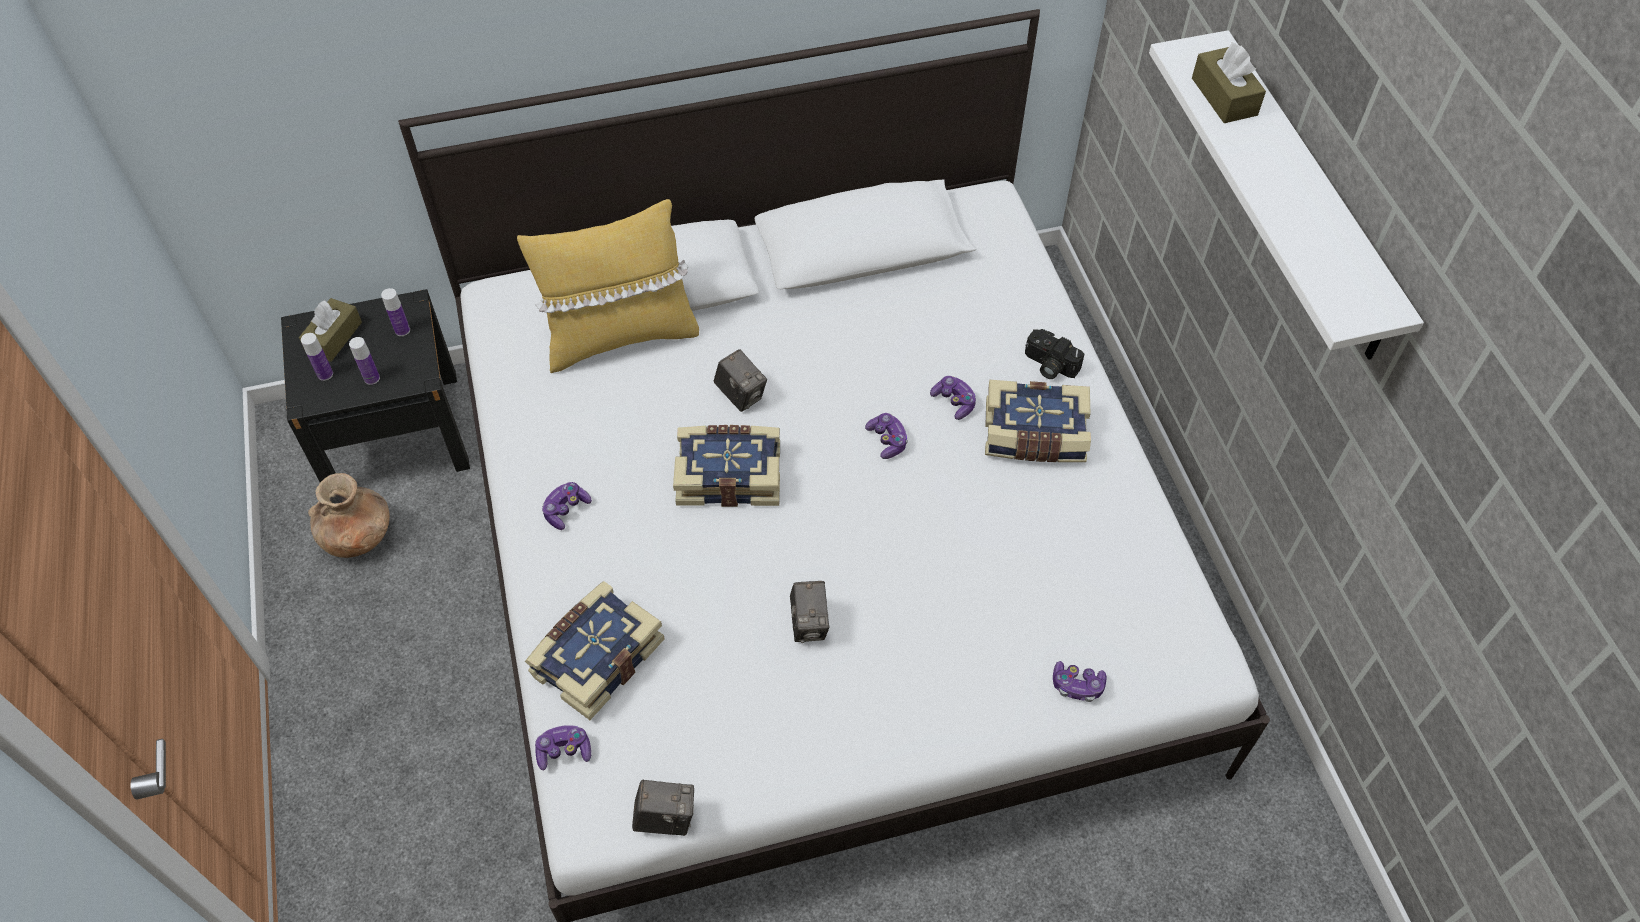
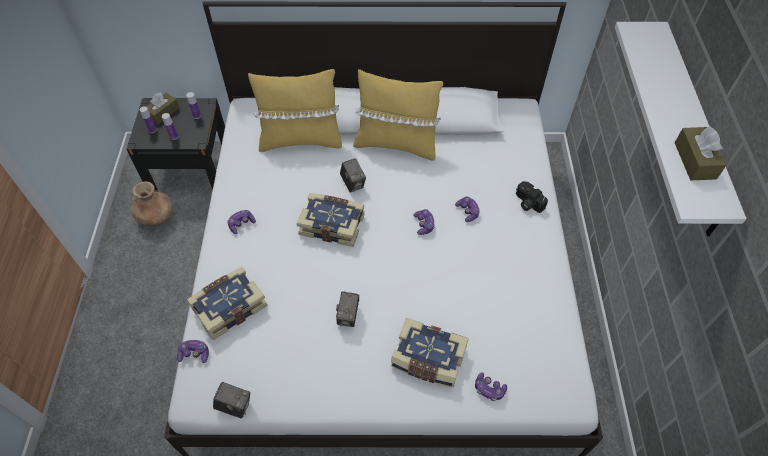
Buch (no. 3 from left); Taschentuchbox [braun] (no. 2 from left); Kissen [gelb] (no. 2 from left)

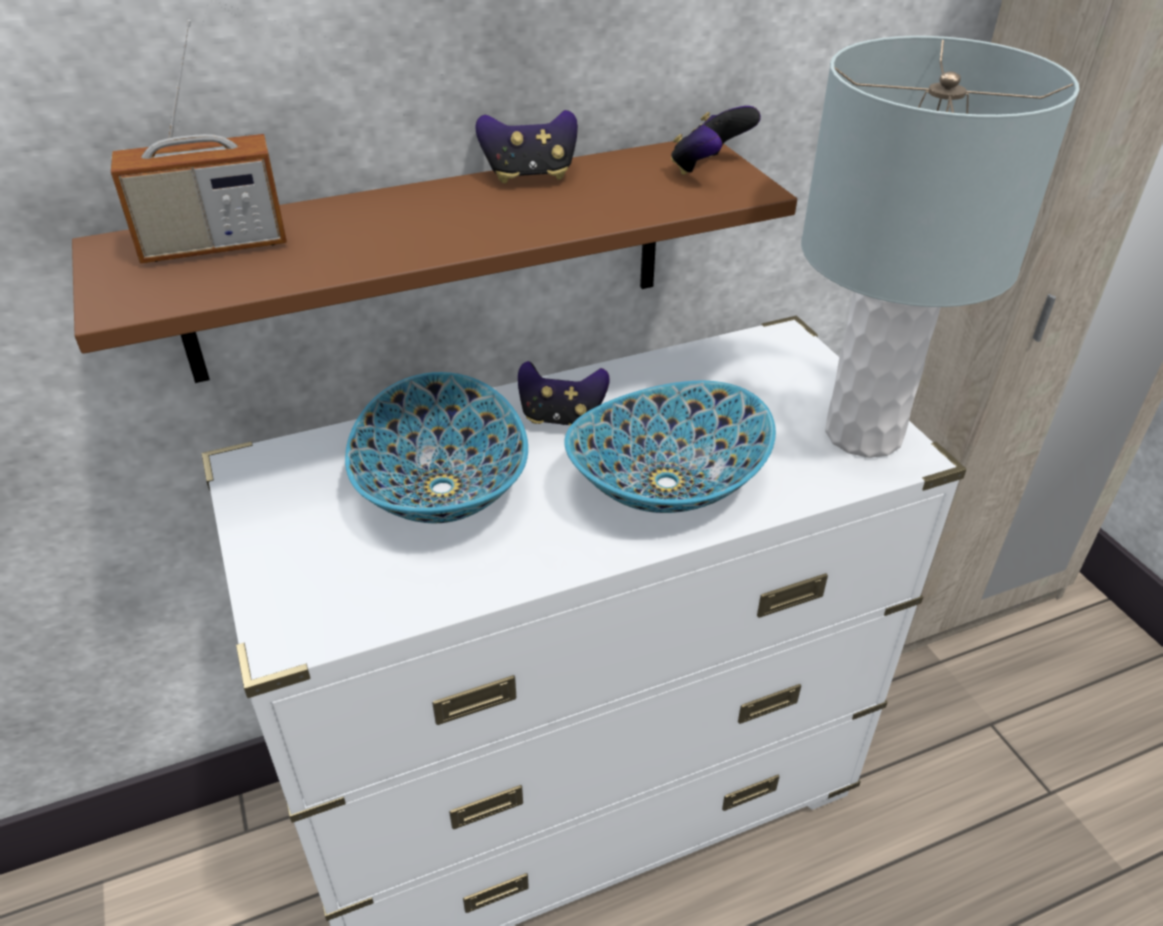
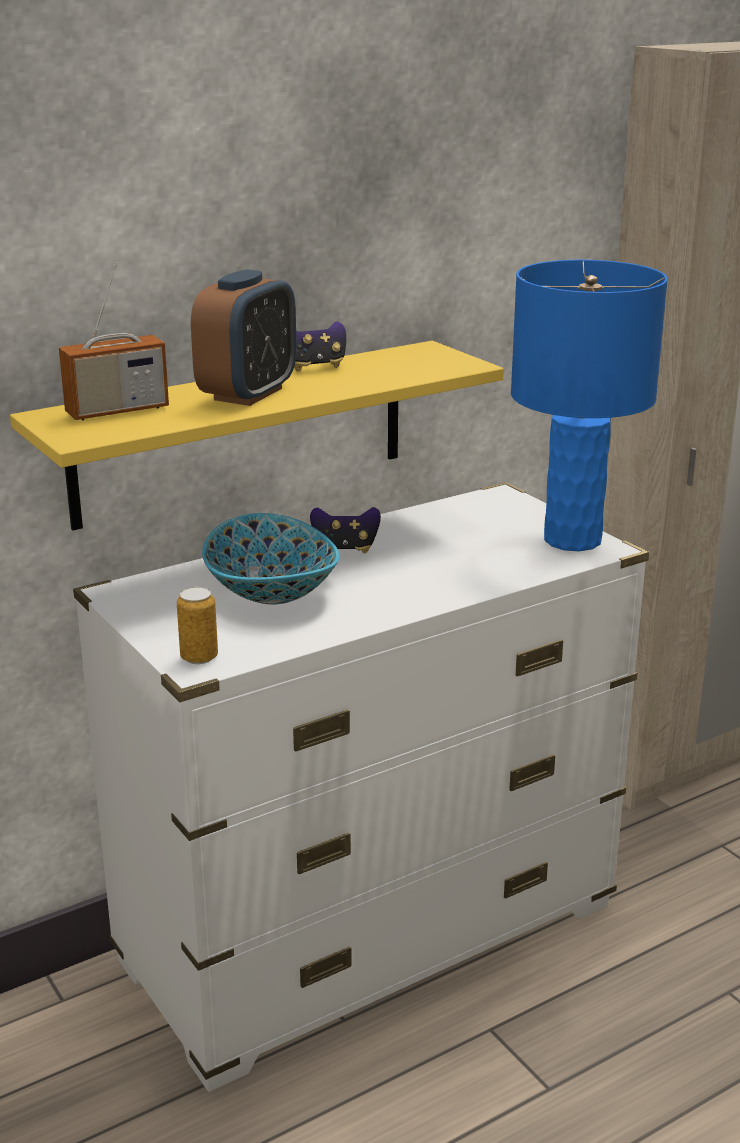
Wandregal [gelb]; Schüssel (no. 2 from left in the first image); Gamepad (no. 3 from left in the first image); Tischlampe [blau]; Dose; Wecker

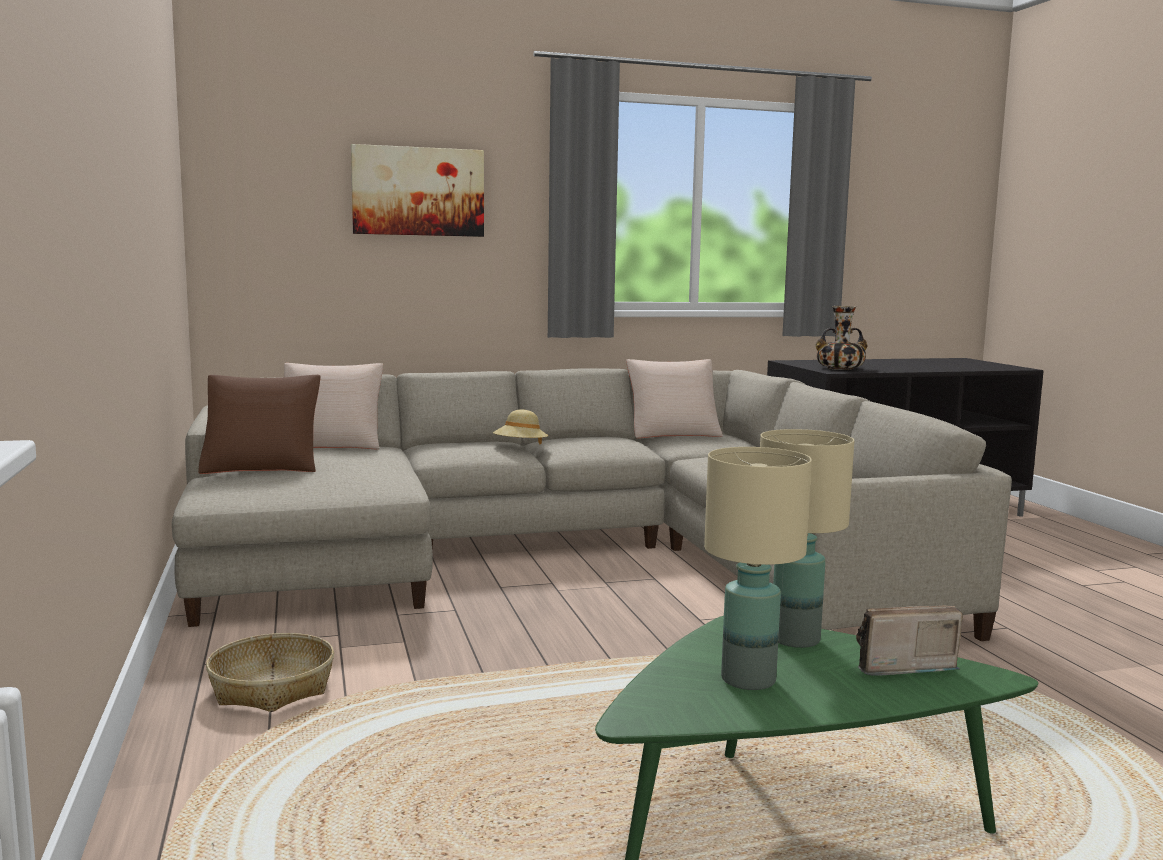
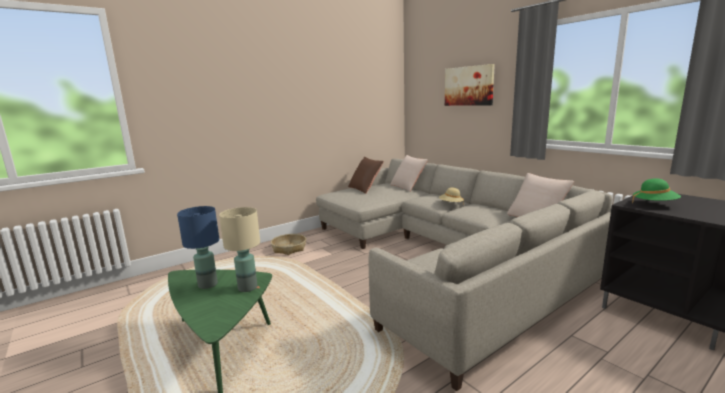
Tischlampe [blau]; Hut [grün]; Radio

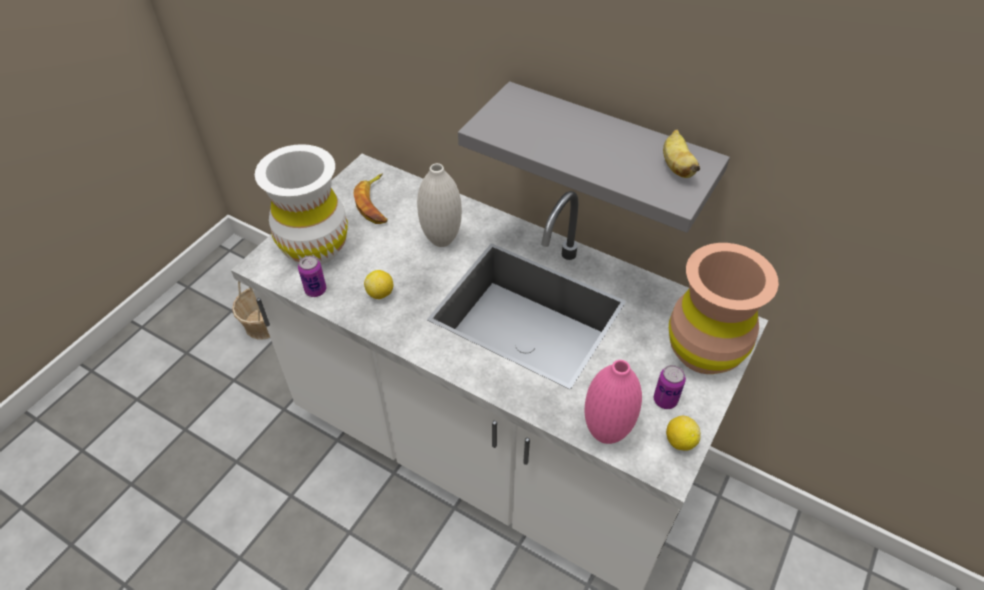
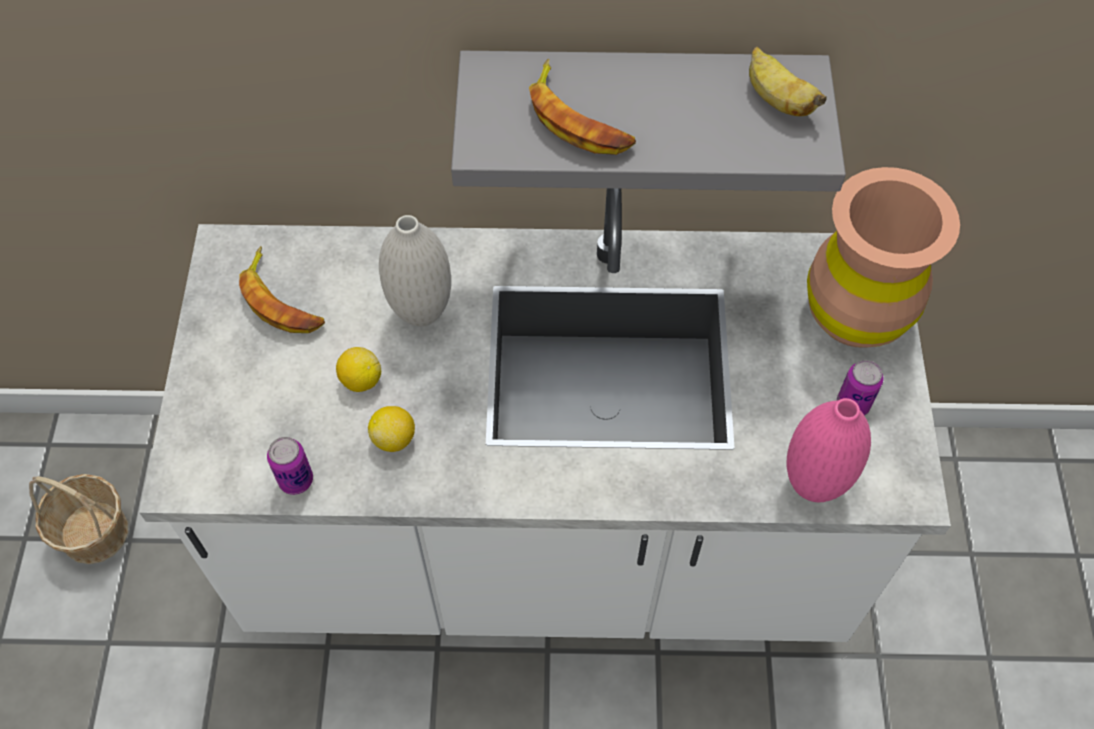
Vase [weiß] (no. 1 from left in the first image); Zitrone (no. 1 from left); Banane (no. 2 from left)

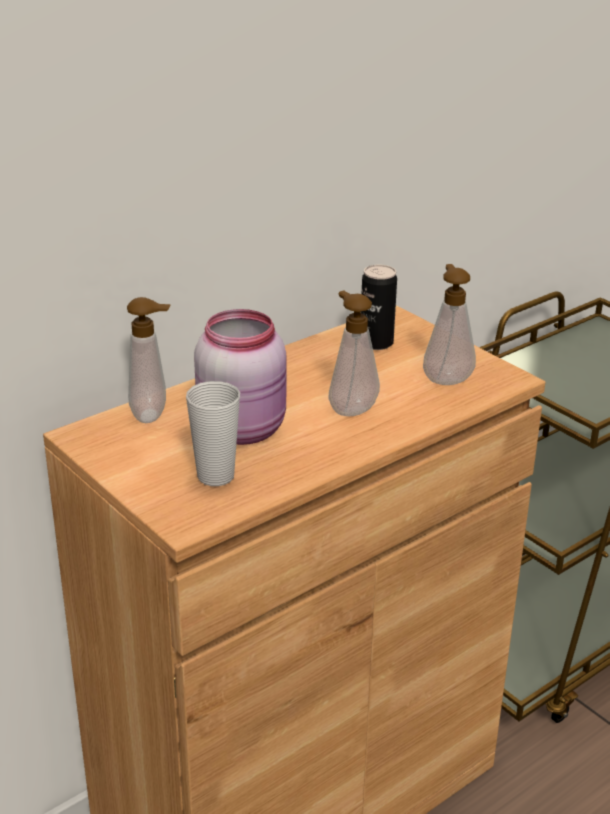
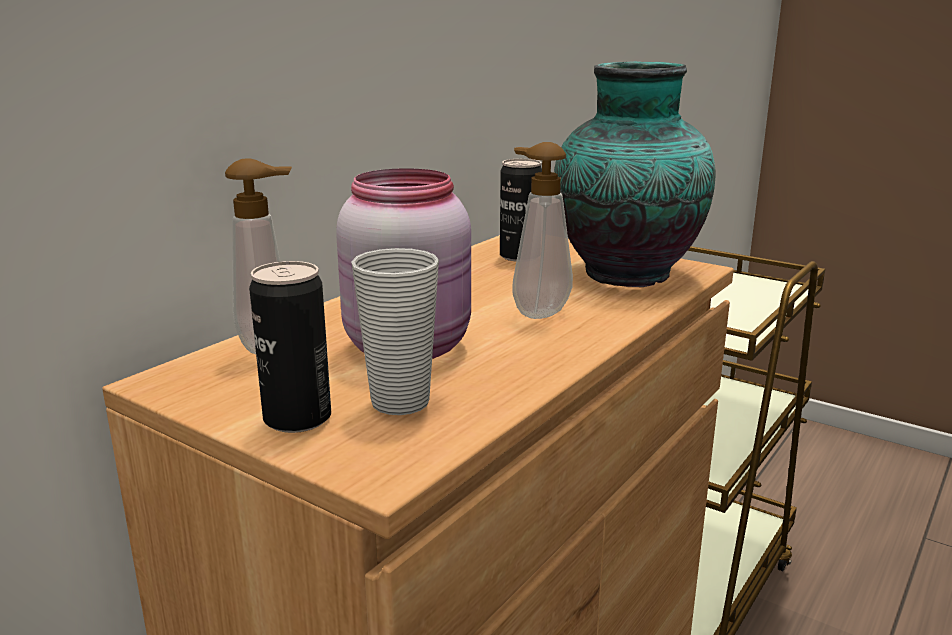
Vase; Dose (no. 1 from left)

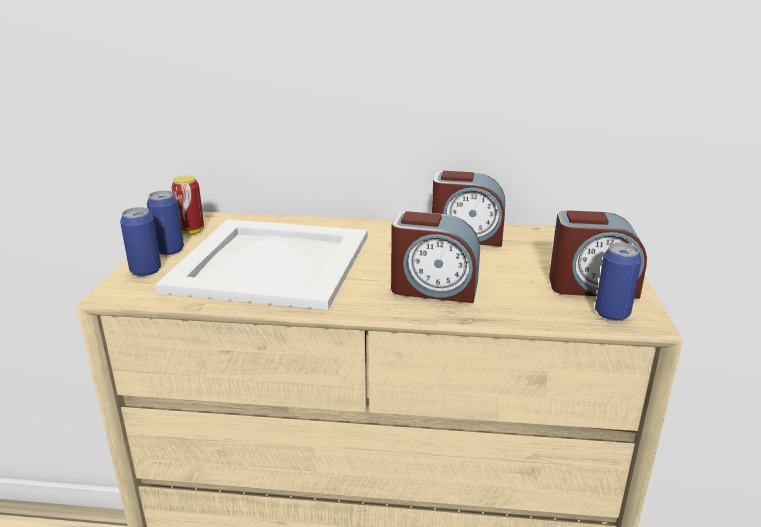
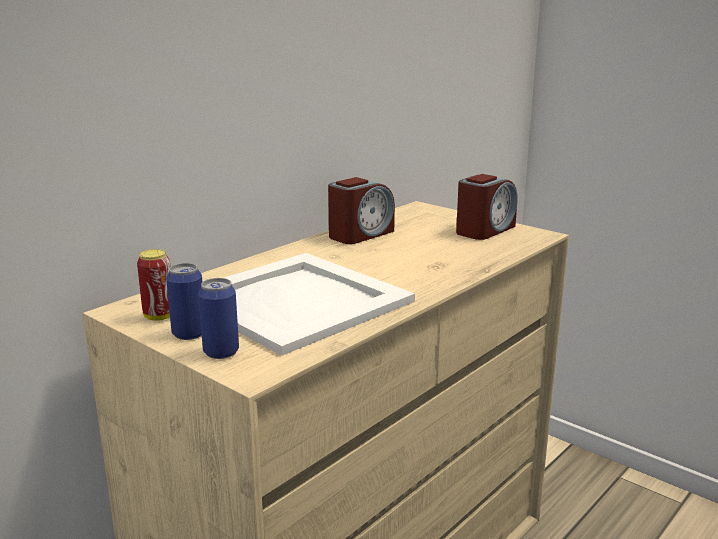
Wecker (no. 1 from left in the first image); Dose (no. 4 from left in the first image)

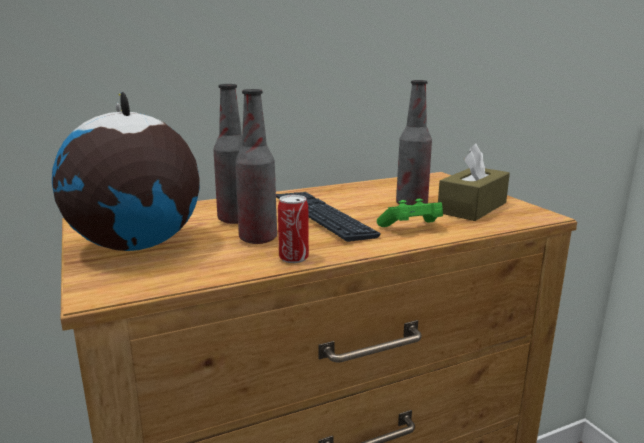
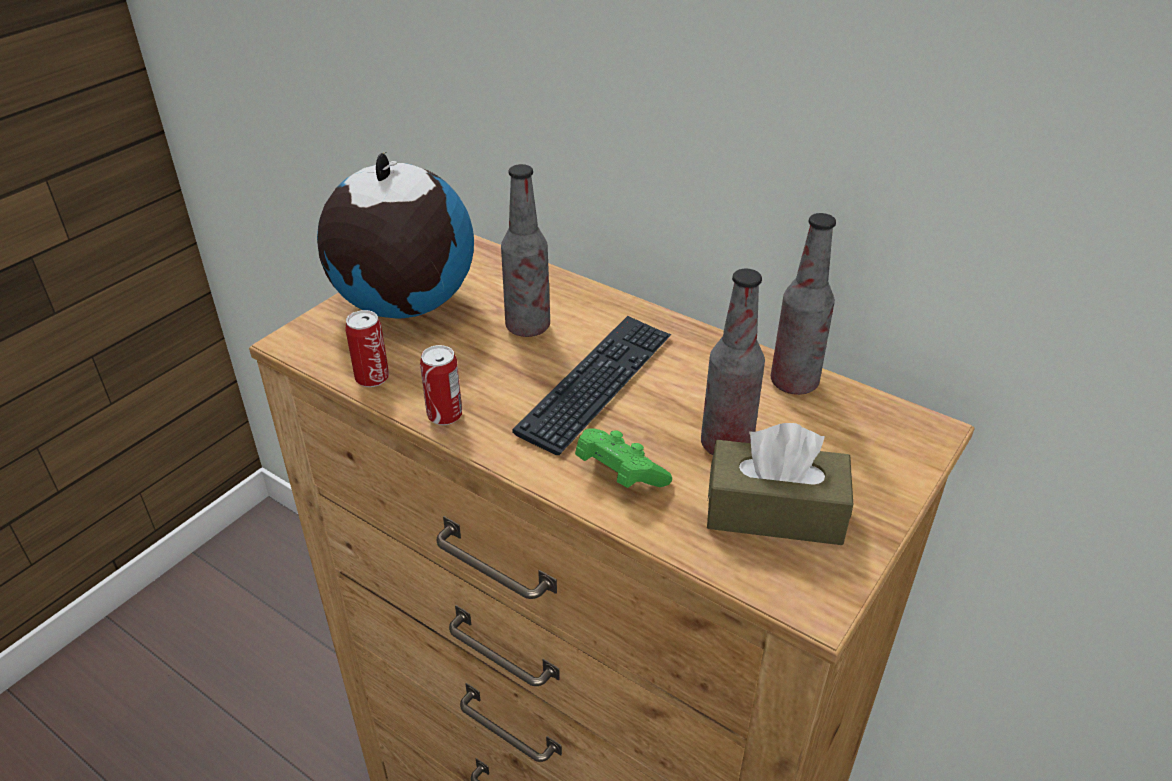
Flasche (no. 3 from left); Dose (no. 1 from left)

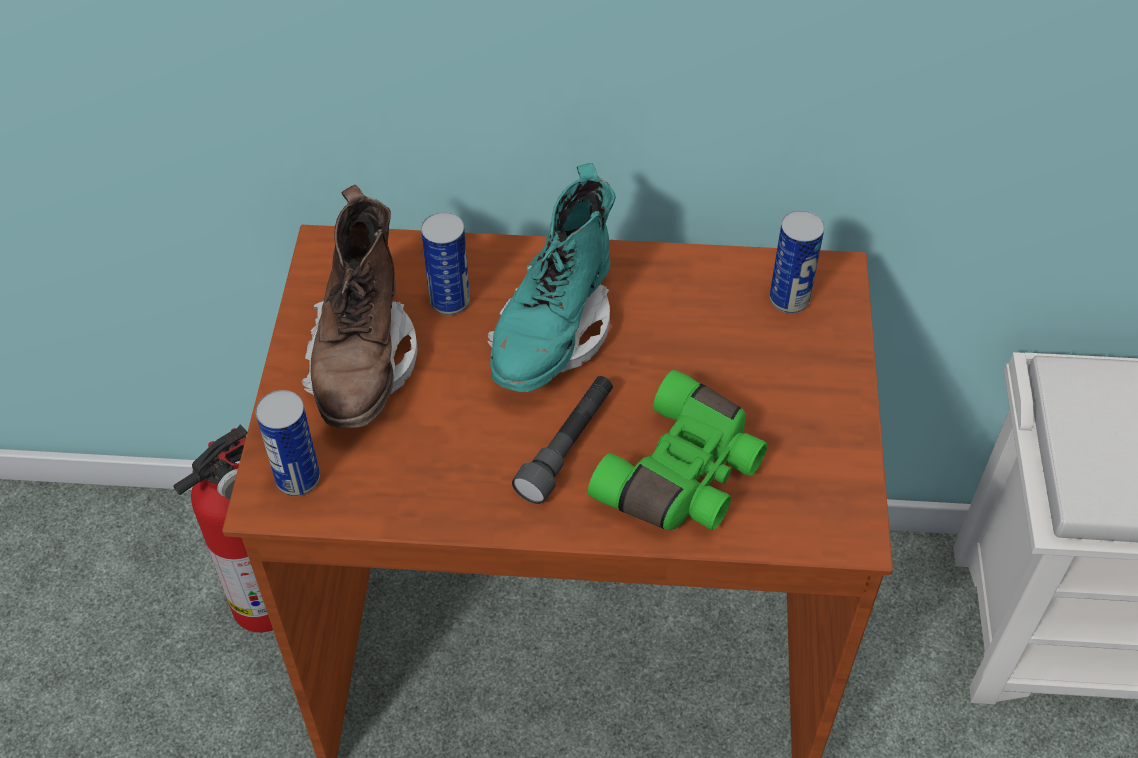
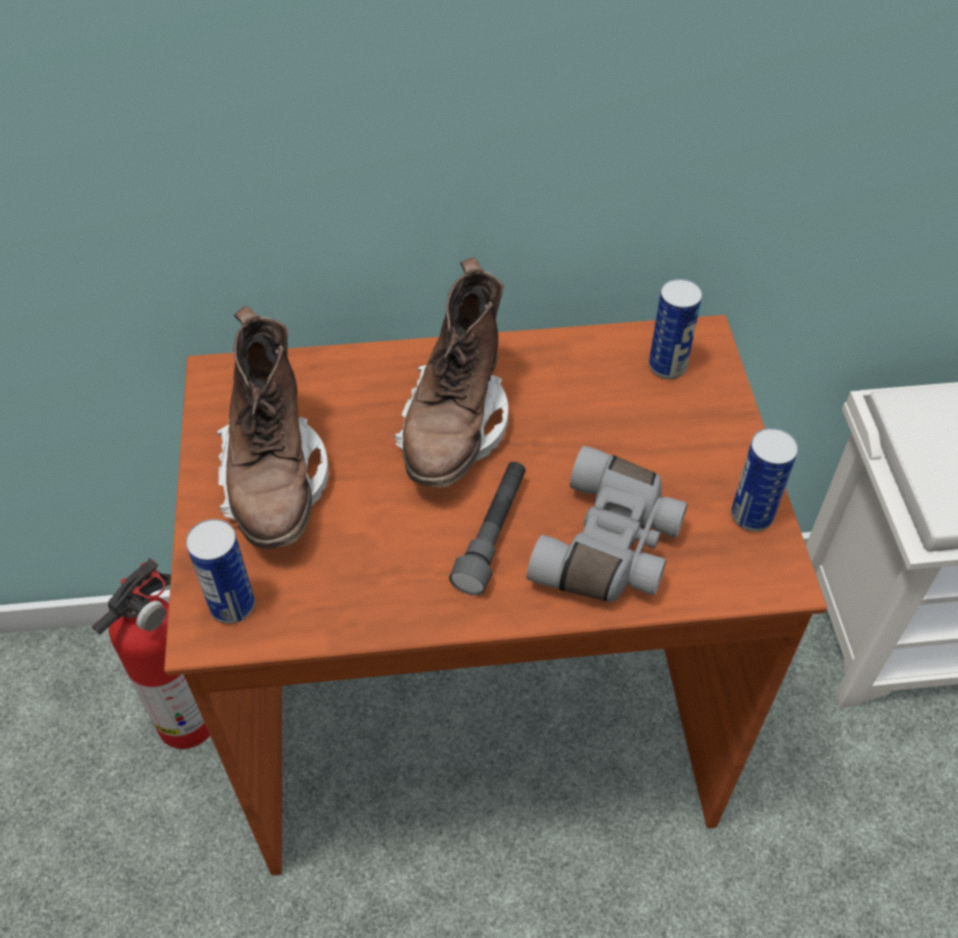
Dose (no. 3 from left); Stiefel [braun] (no. 2 from left); Fernglas [grau]

